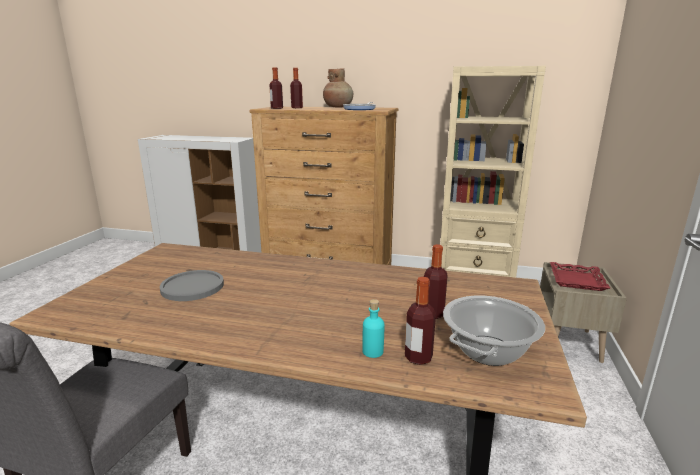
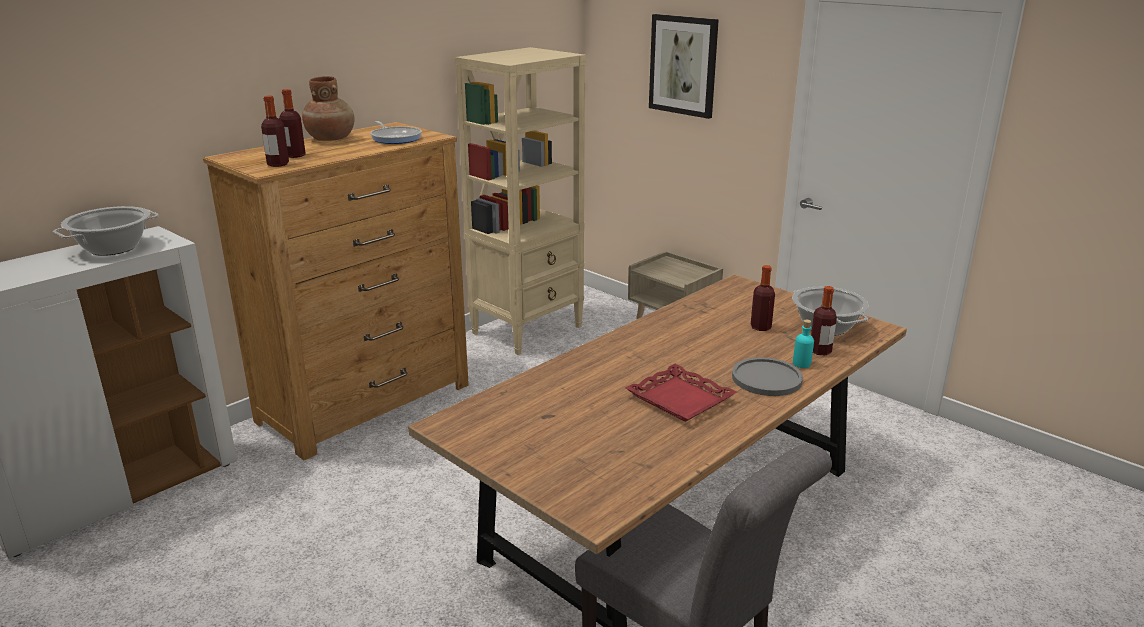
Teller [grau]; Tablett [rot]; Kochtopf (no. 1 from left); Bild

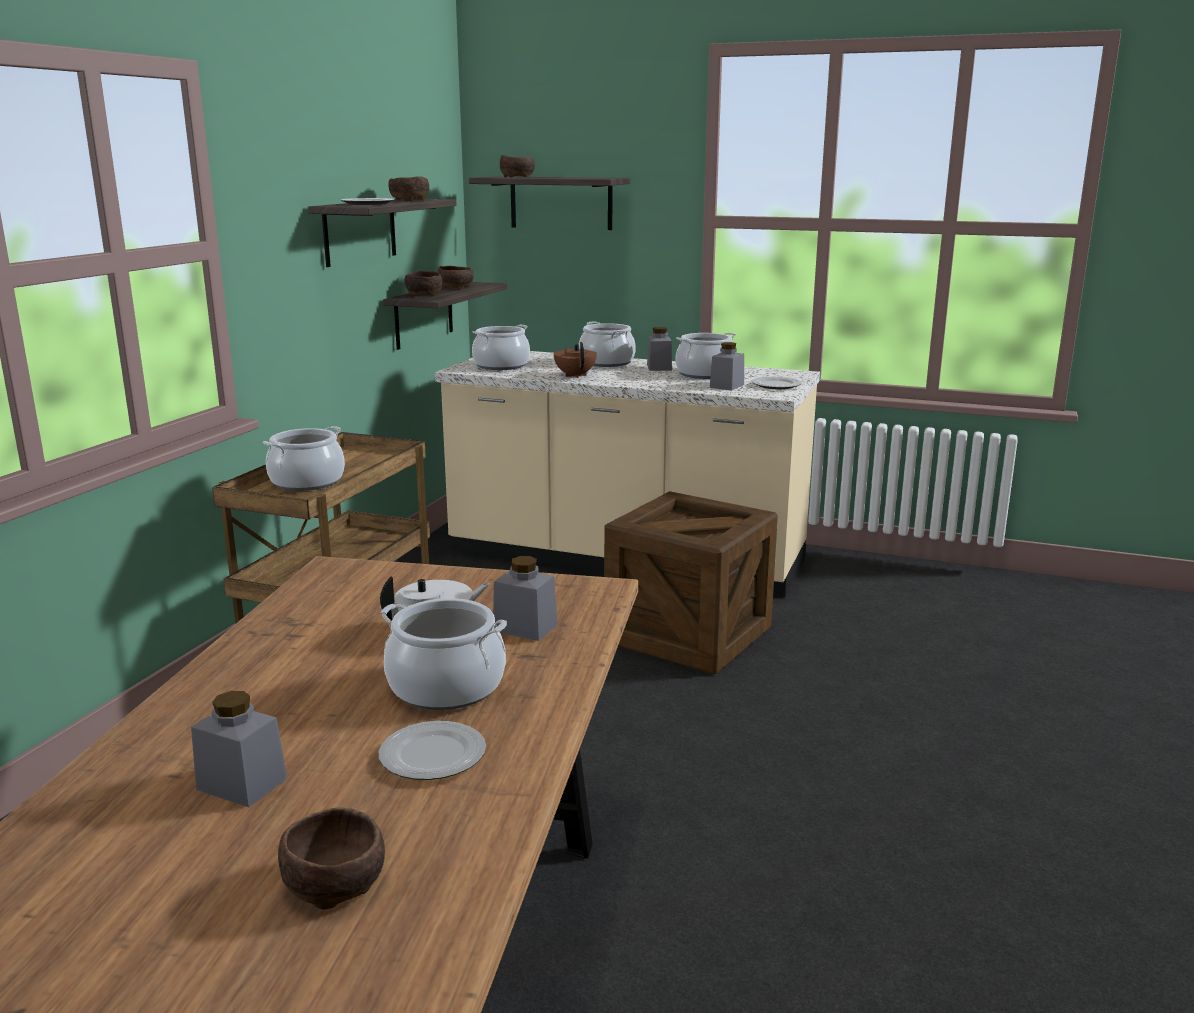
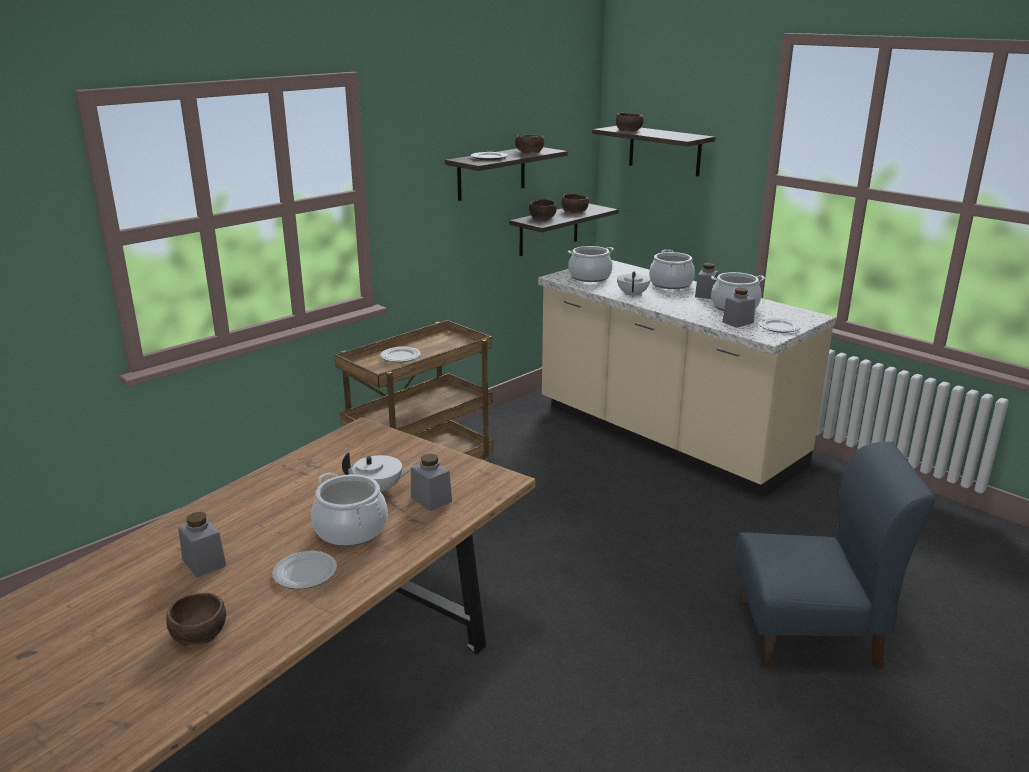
Teller (no. 2 from left); Teekanne [weiß] (no. 2 from left); Kiste; Stuhl [blau]

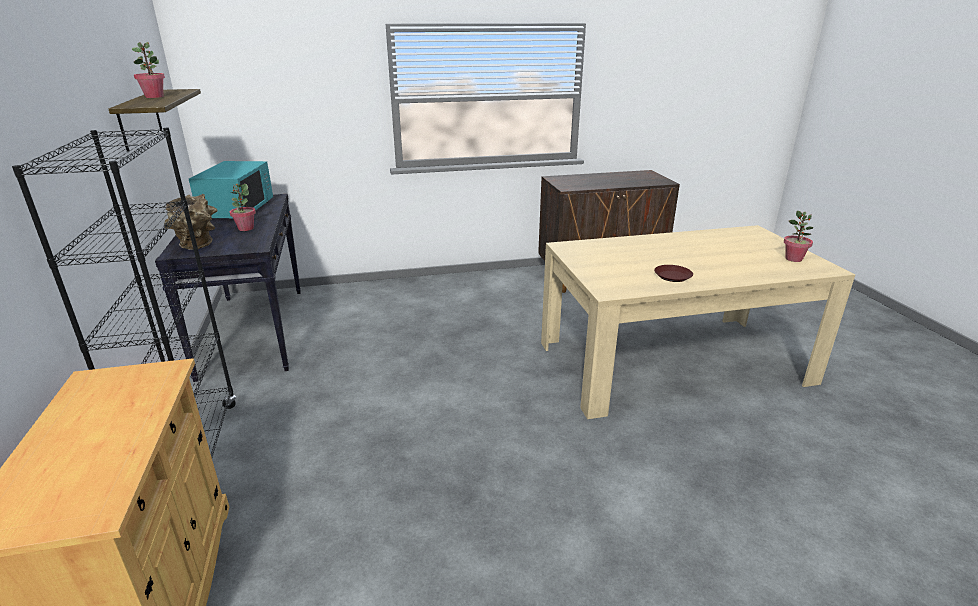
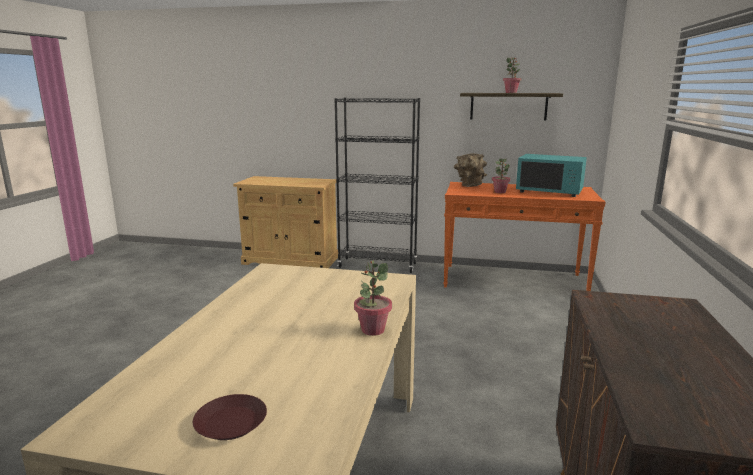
Konsolentisch [orange]; Teller [braun]; Topfpflanze (no. 1 from left)

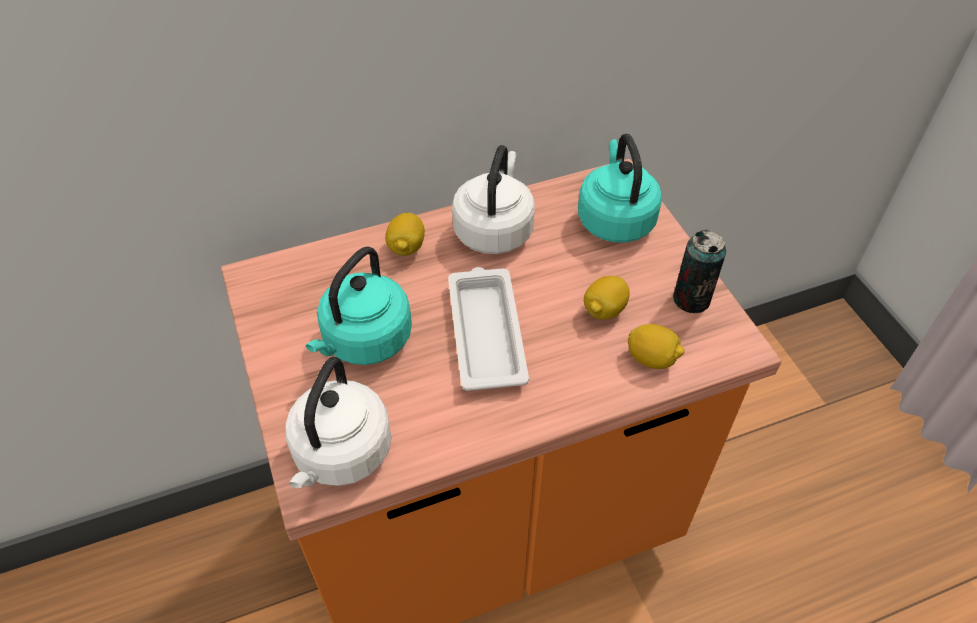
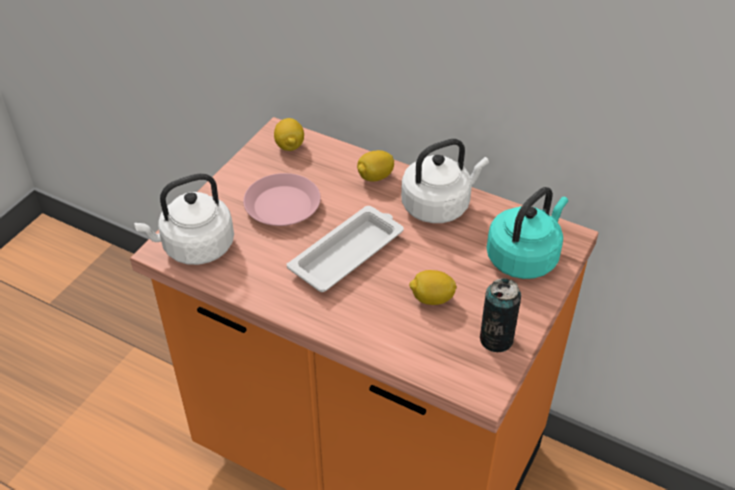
Teller [rosa]; Zitrone (no. 1 from left)

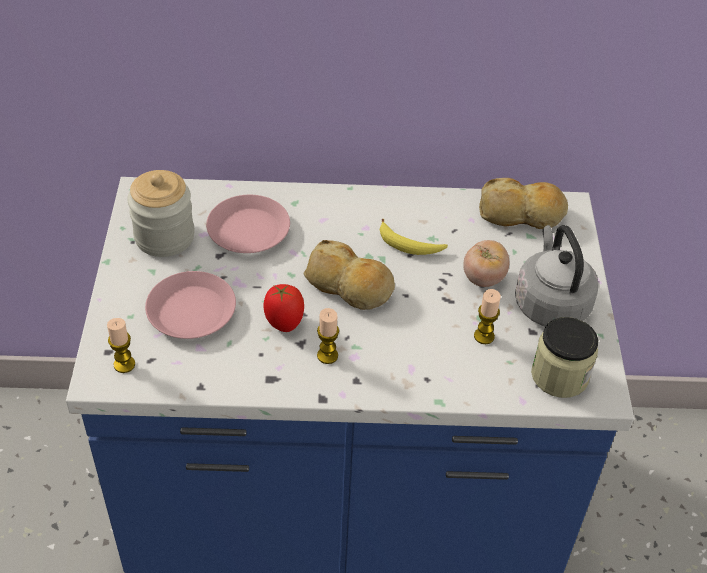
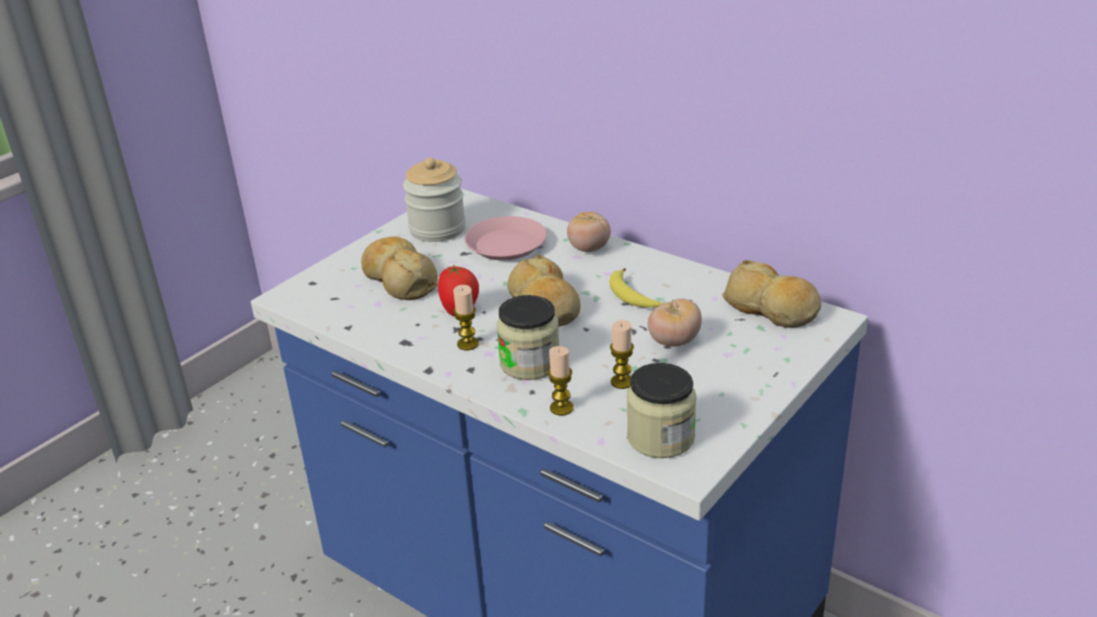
Kerze (no. 2 from left); Brot (no. 1 from left); Wasserkessel [grau]; Vorratsglas (no. 2 from left); Tomate (no. 2 from left)

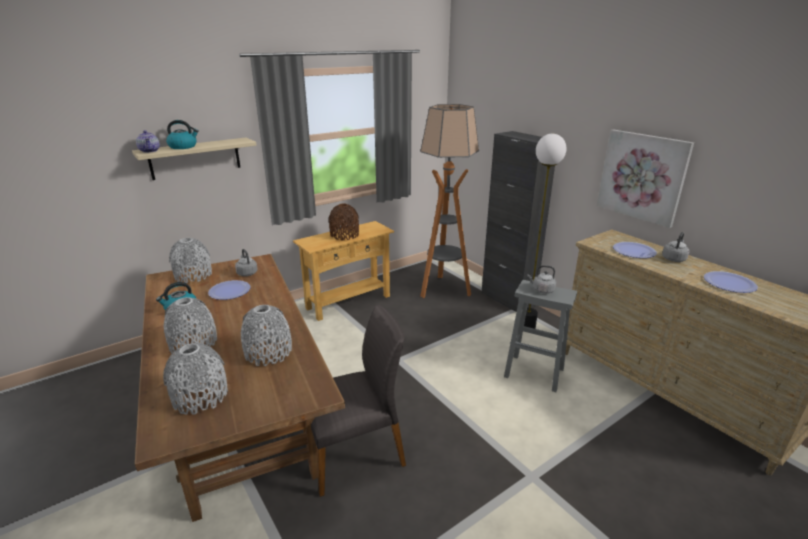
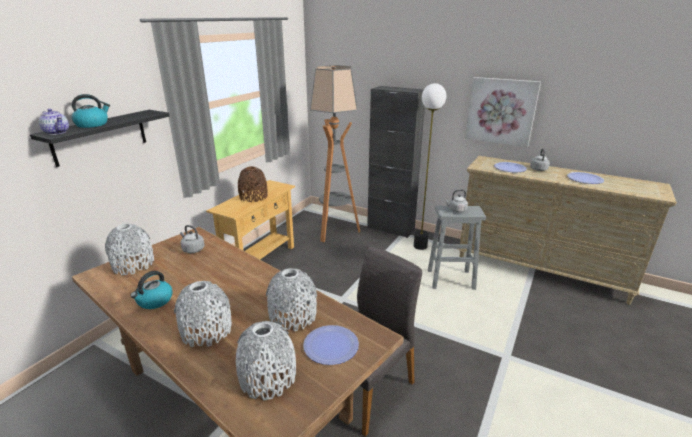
Wandregal [schwarz]; Teller (no. 1 from left)

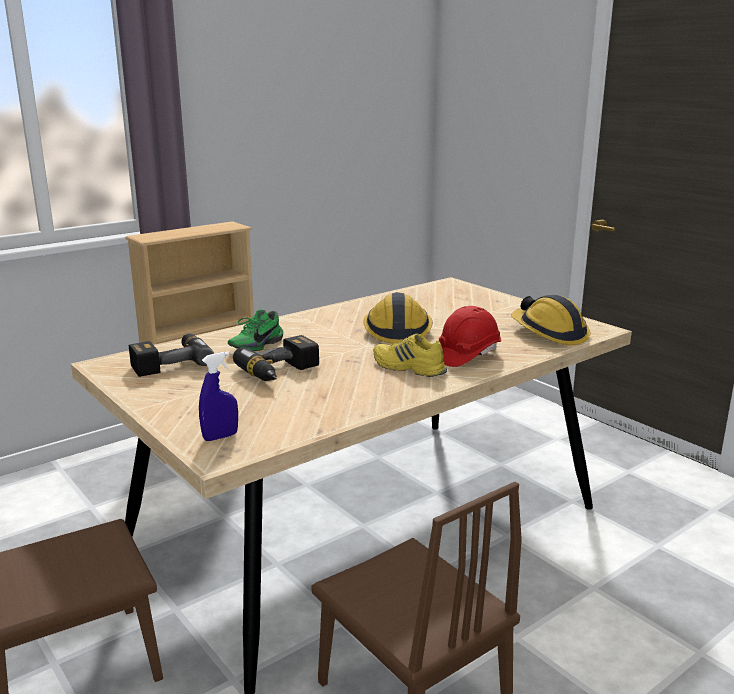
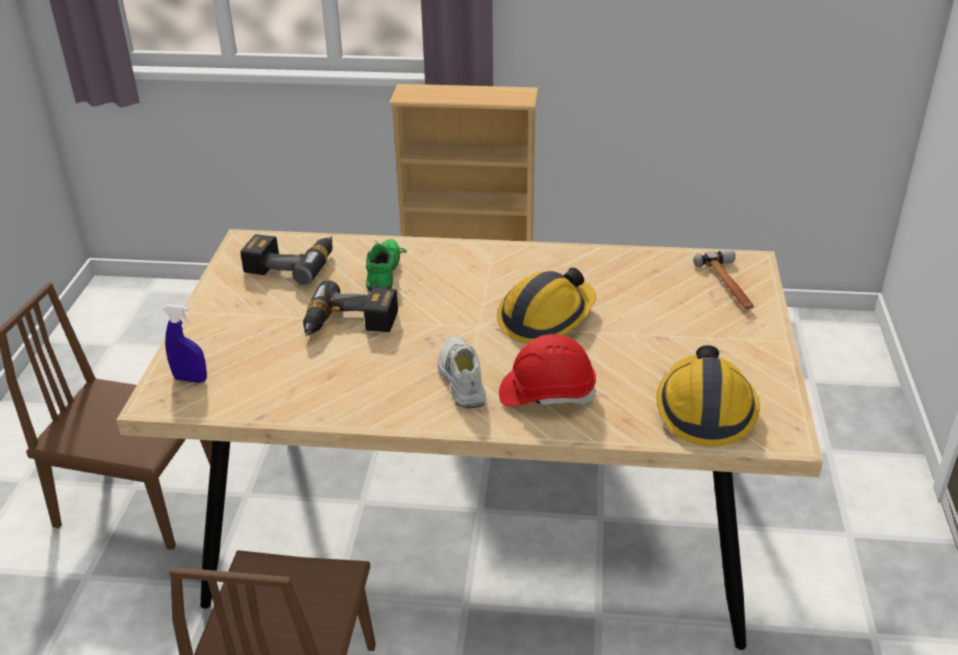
Schuh [grün]; Schuh [weiß]; Hammer

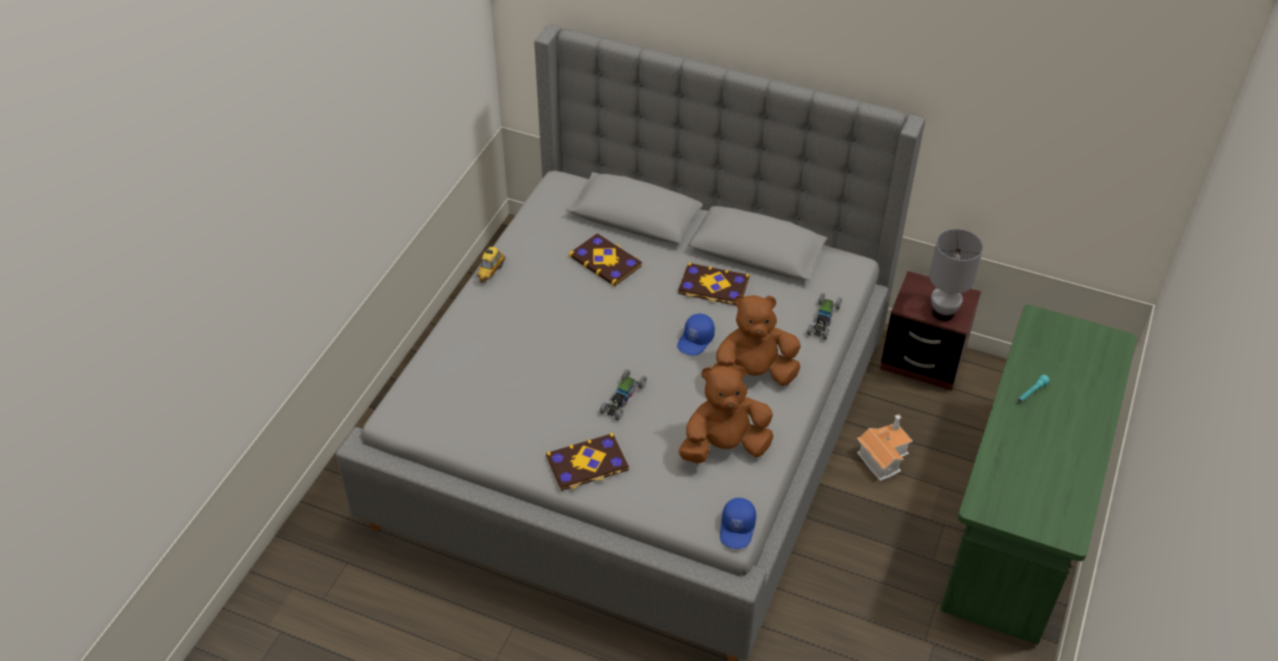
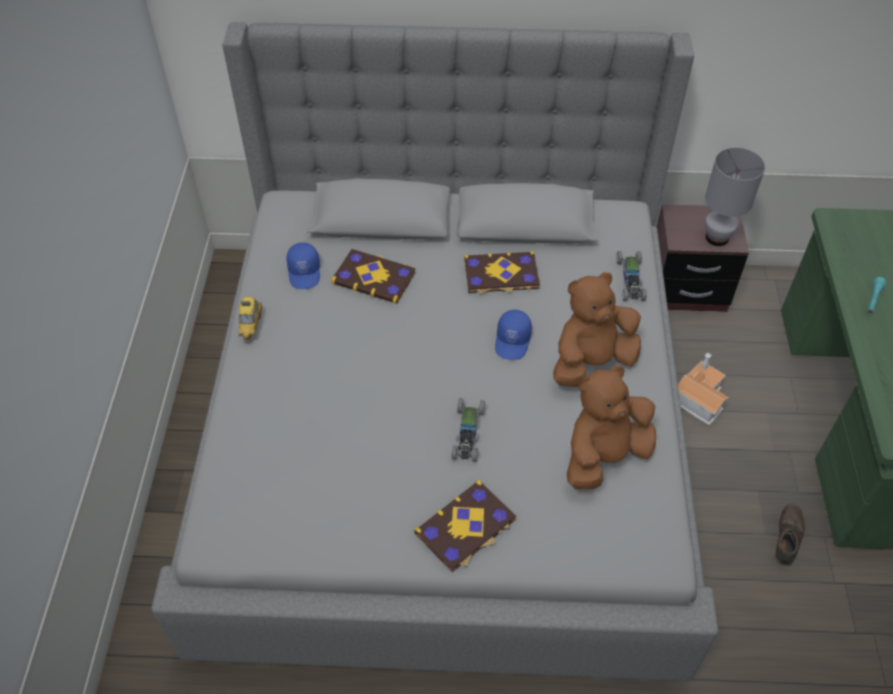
Kappe [blau] (no. 1 from left); Schuh [braun]

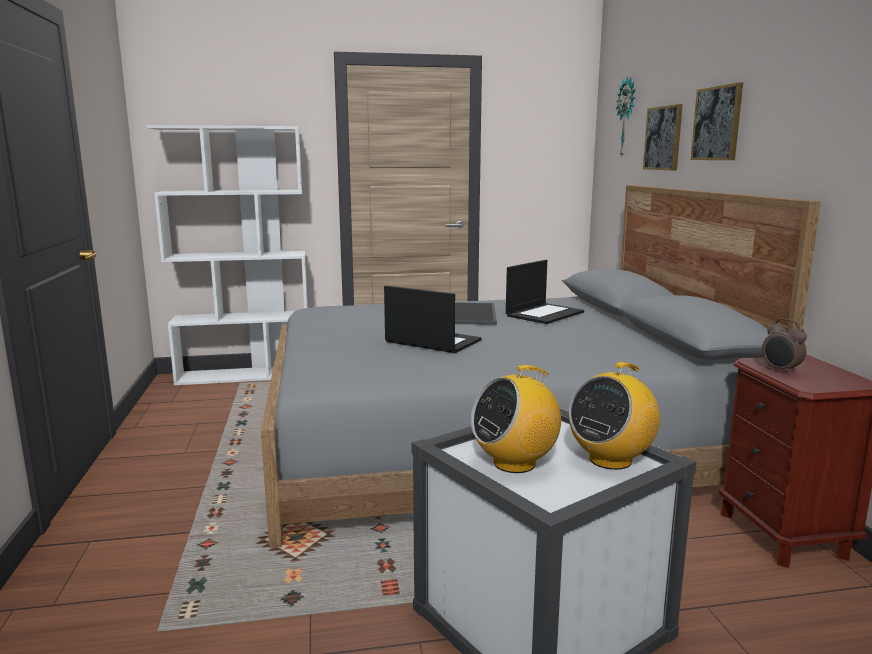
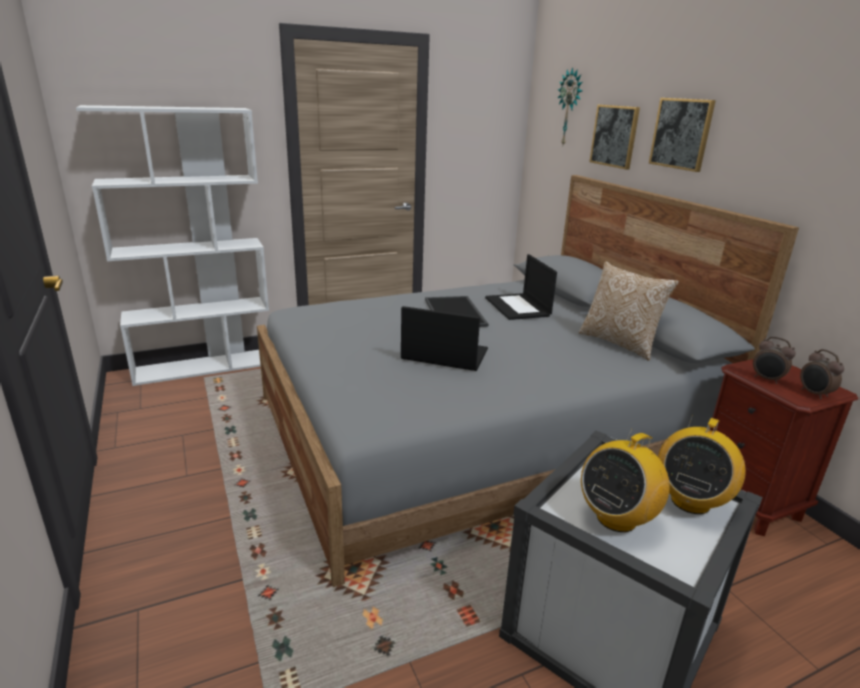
Laptop (no. 2 from left); Kissen; Wecker (no. 2 from left)

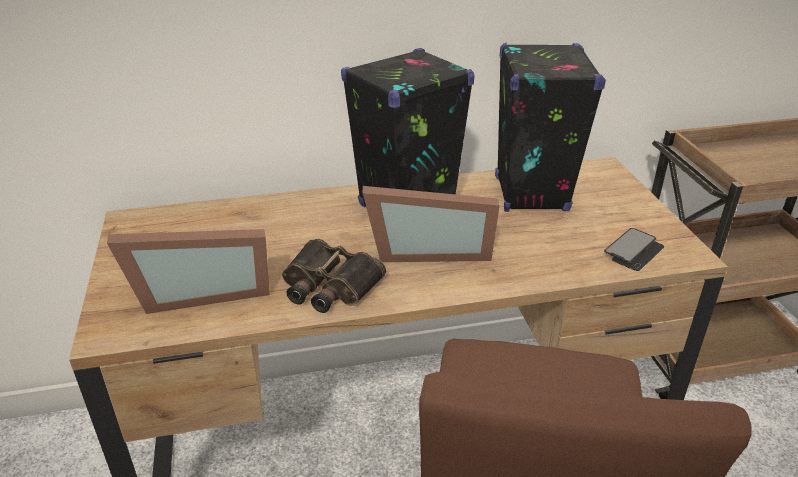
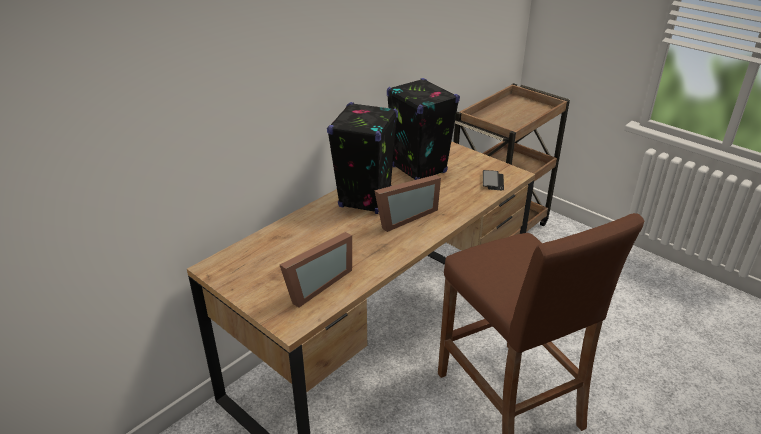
Fernglas

